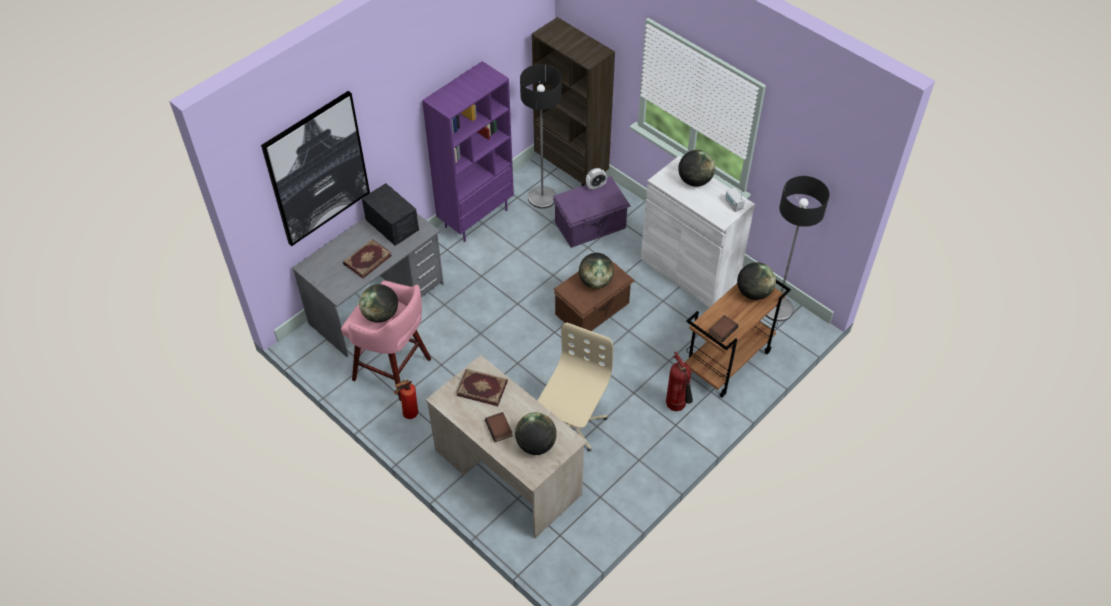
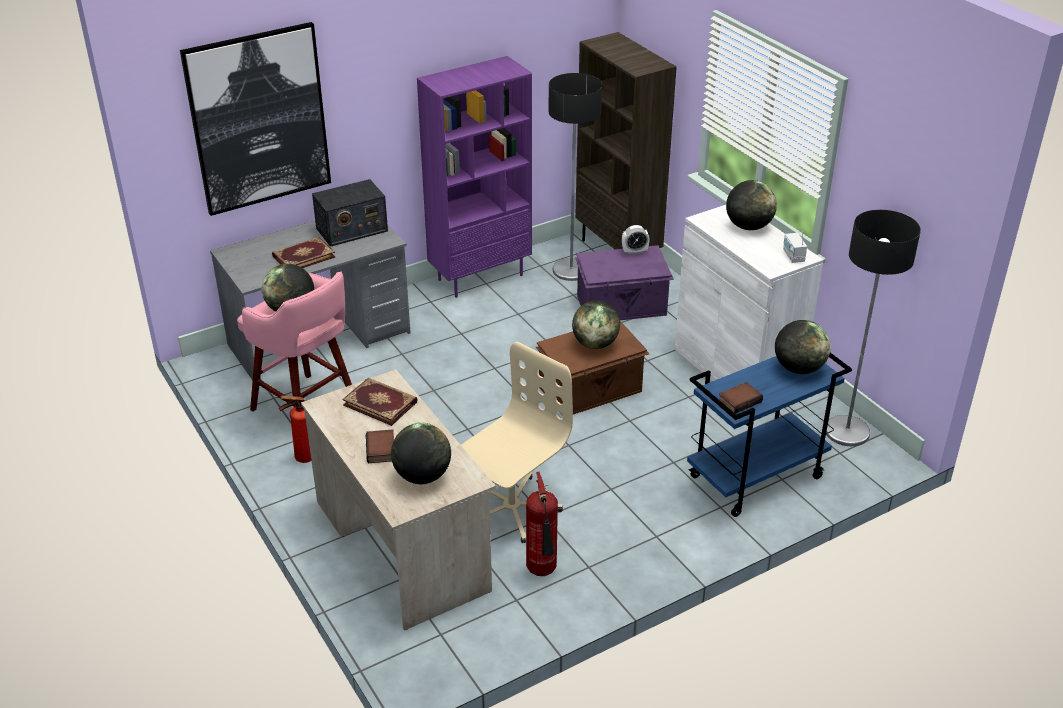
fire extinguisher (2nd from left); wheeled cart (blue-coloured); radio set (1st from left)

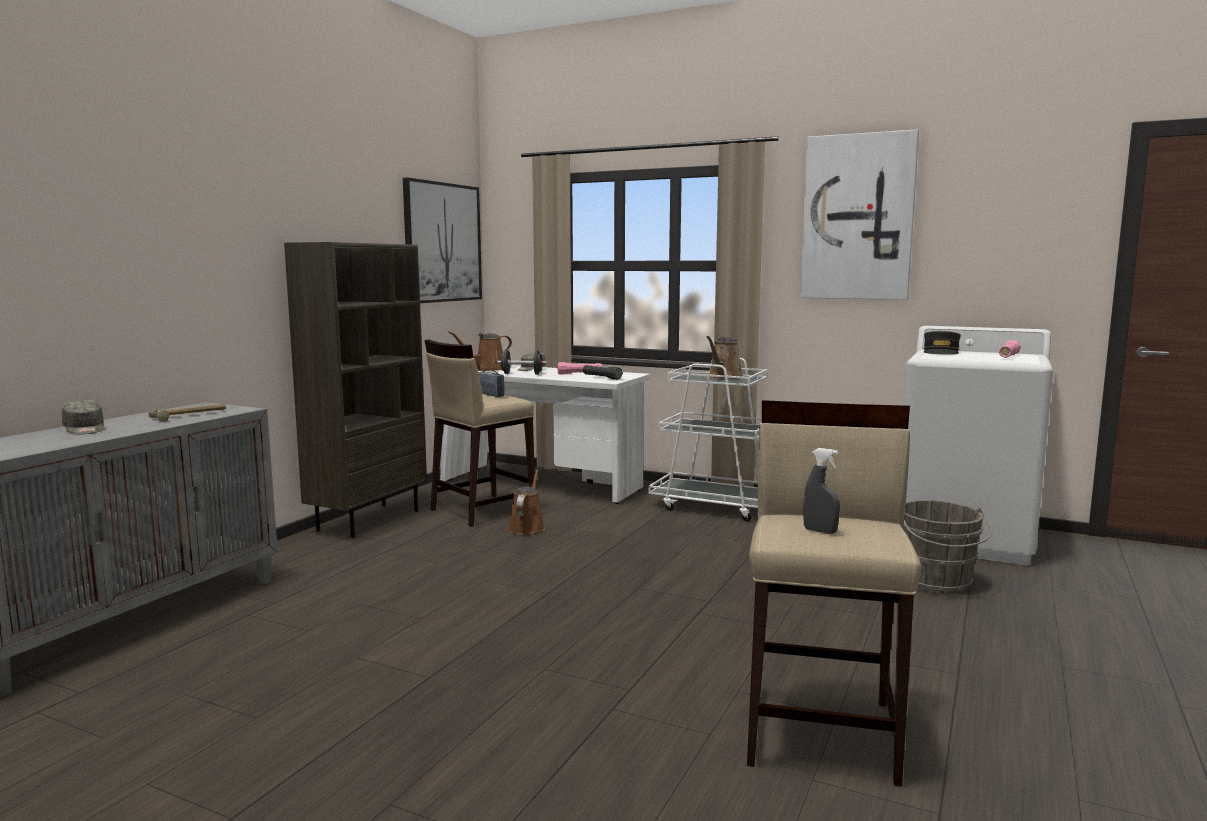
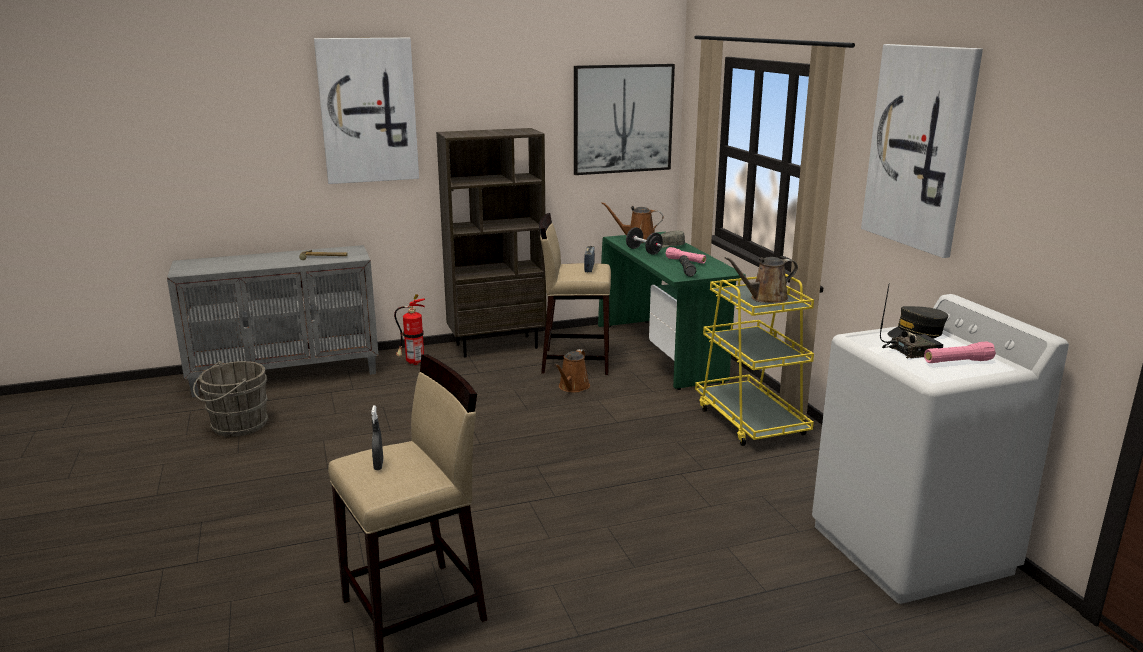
baseball cap (grey) (1st from left in the first image); wall art (1st from left); fire extinguisher; radio set (2nd from left); bucket (grey); desk unit (green-coloured); wheeled cart (yellow); watering pot (brown) (1st from left)

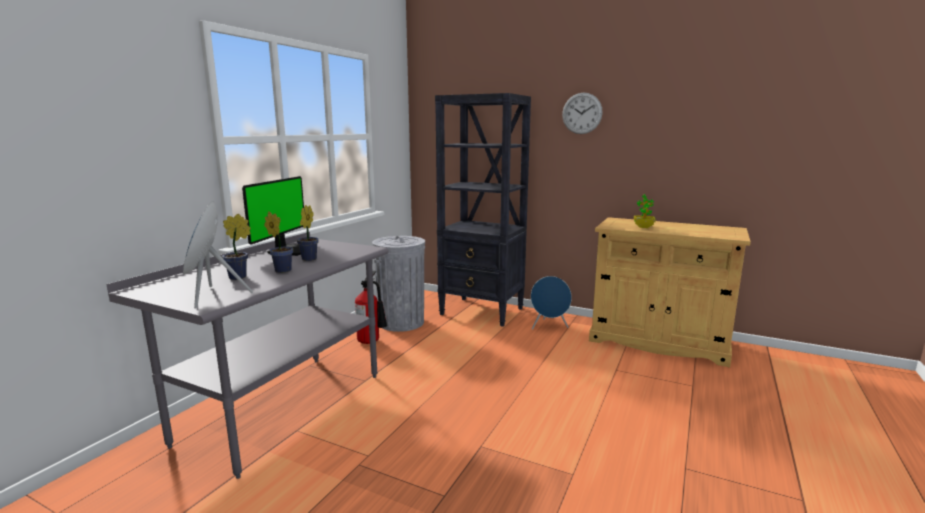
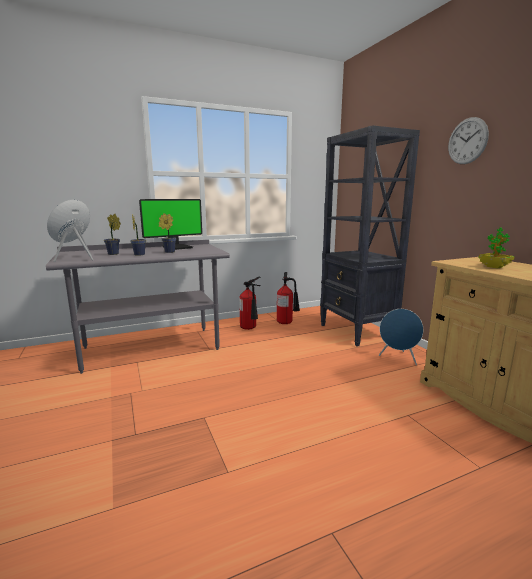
fire extinguisher (2nd from left)

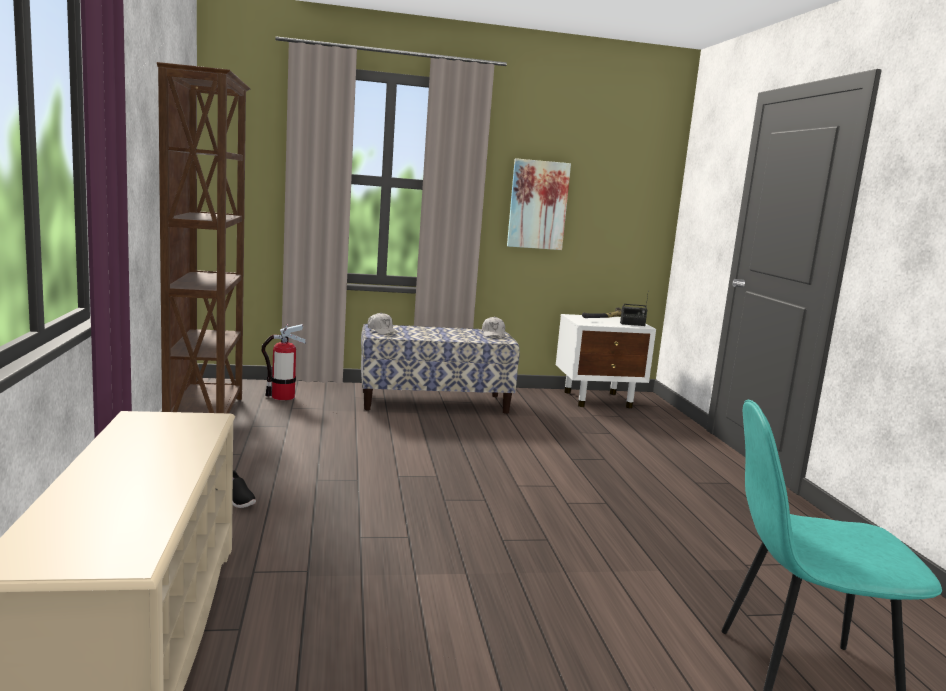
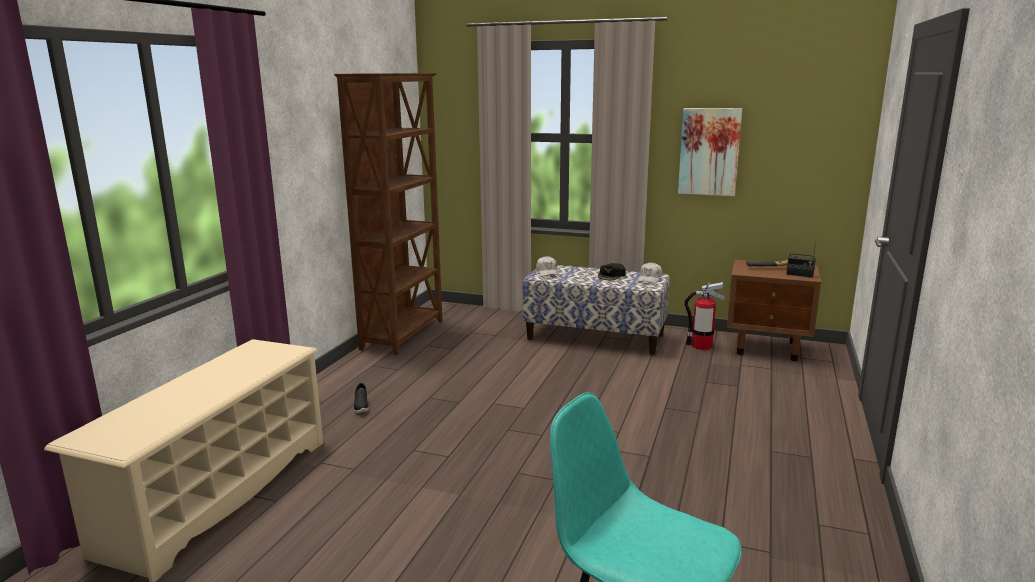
baseball cap (blackish); fire extinguisher; bedside table (brown)

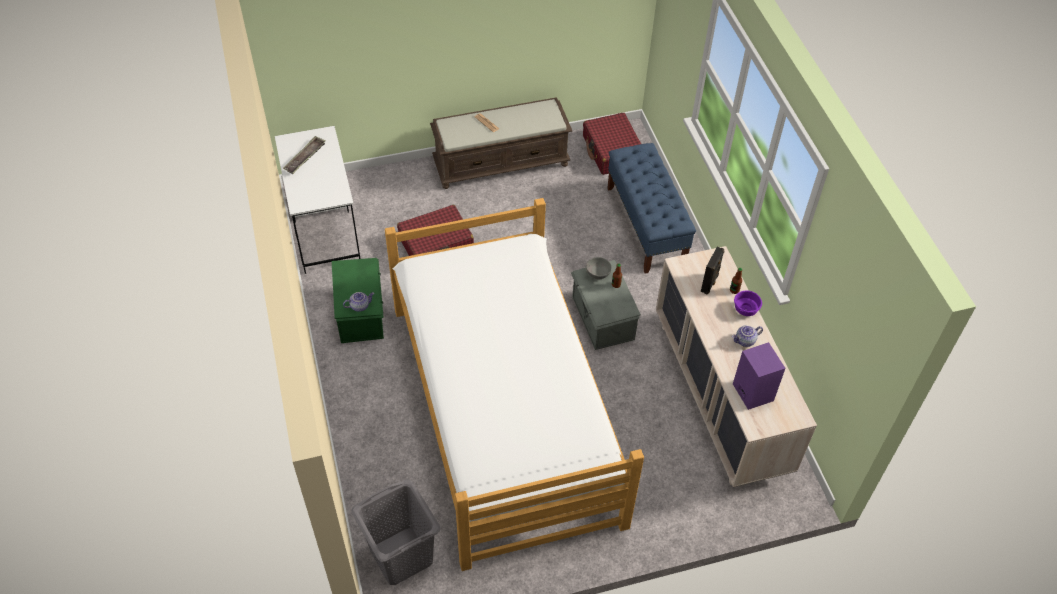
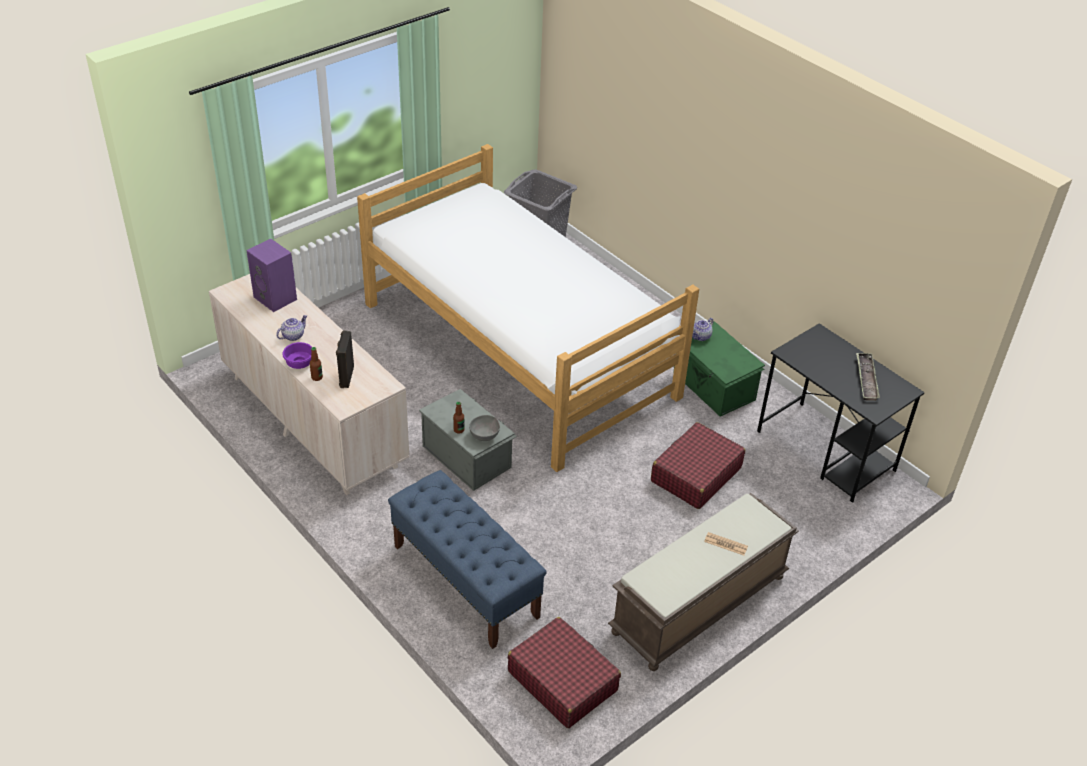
desk unit (blackish)

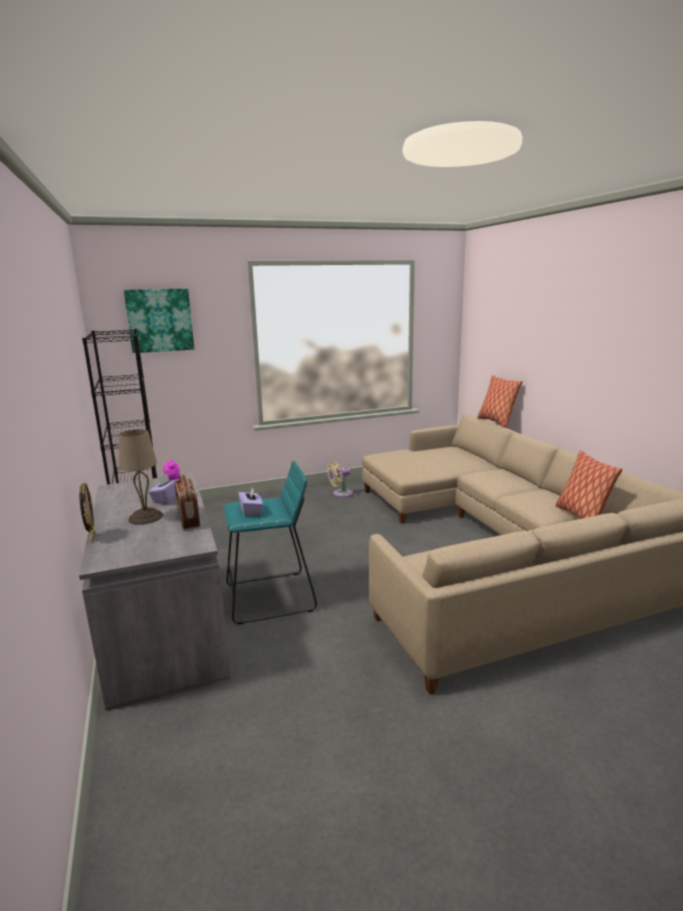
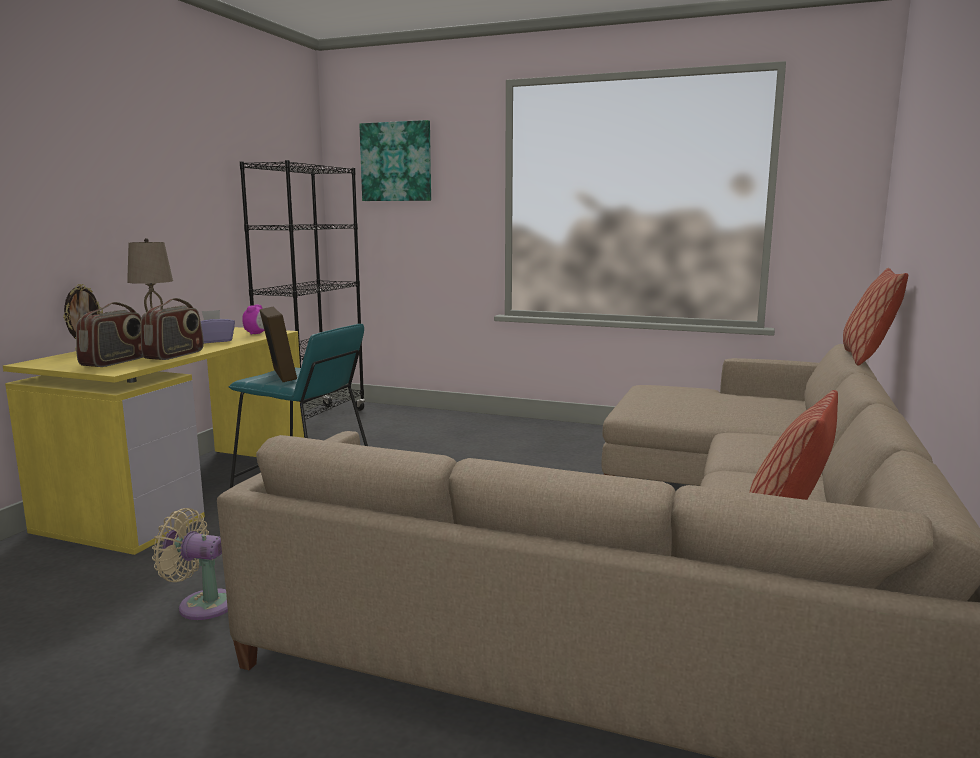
radio set (1st from left); cooling fan (beige-coloured); standing frame (2nd from left); desk unit (yellow)

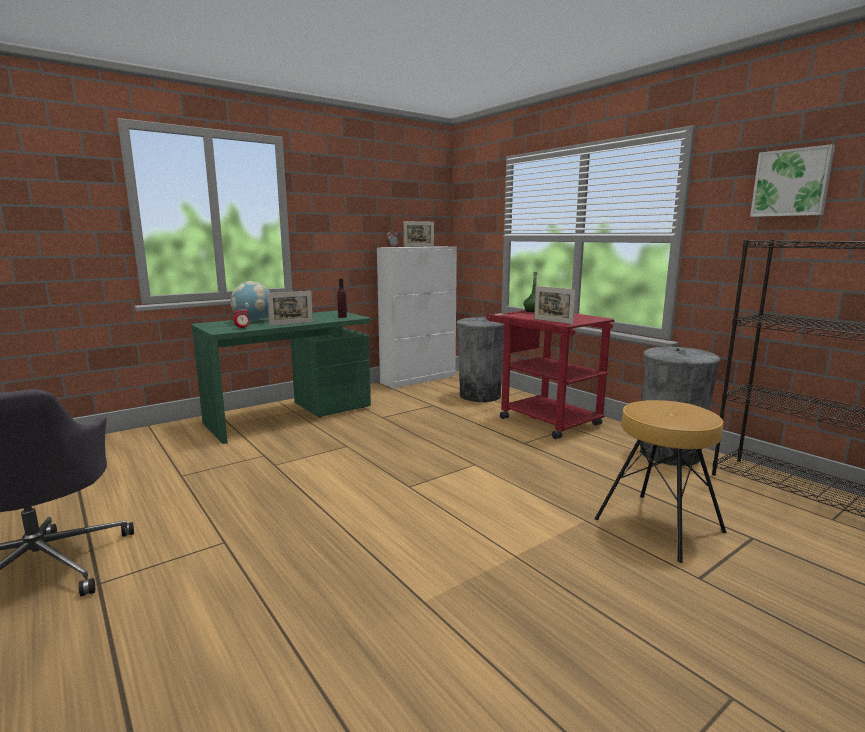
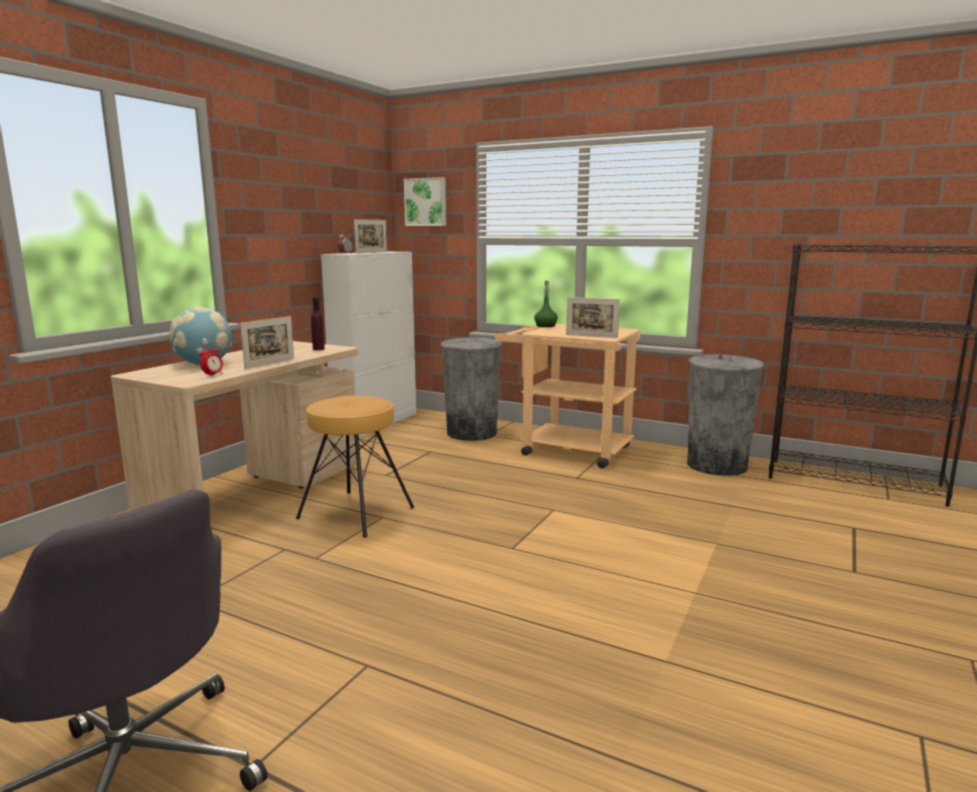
stool seat (brown); wall art; desk unit (beige-coloured); wheeled cart (beige-coloured)

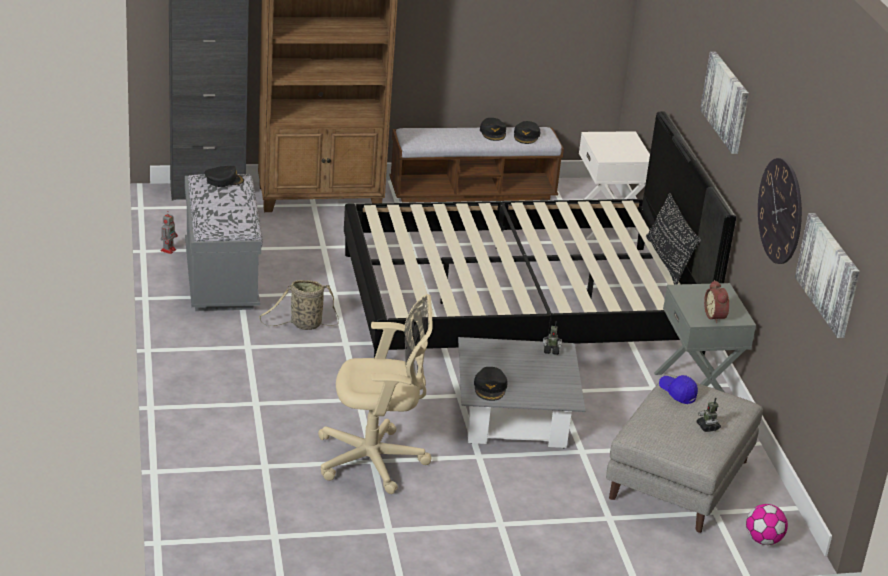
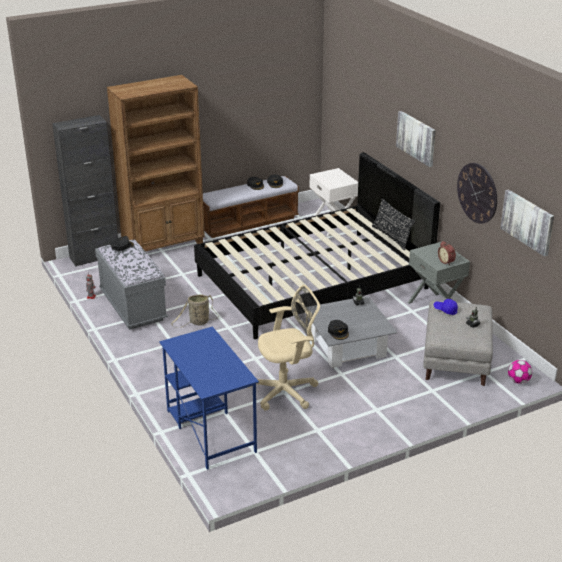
desk unit (blue-coloured)

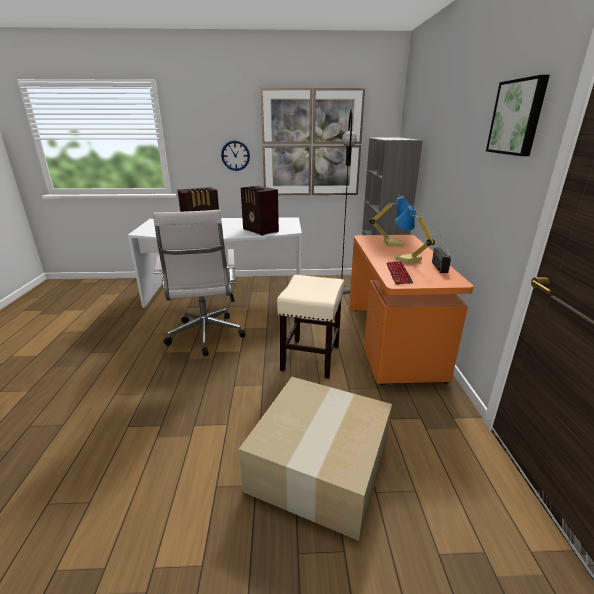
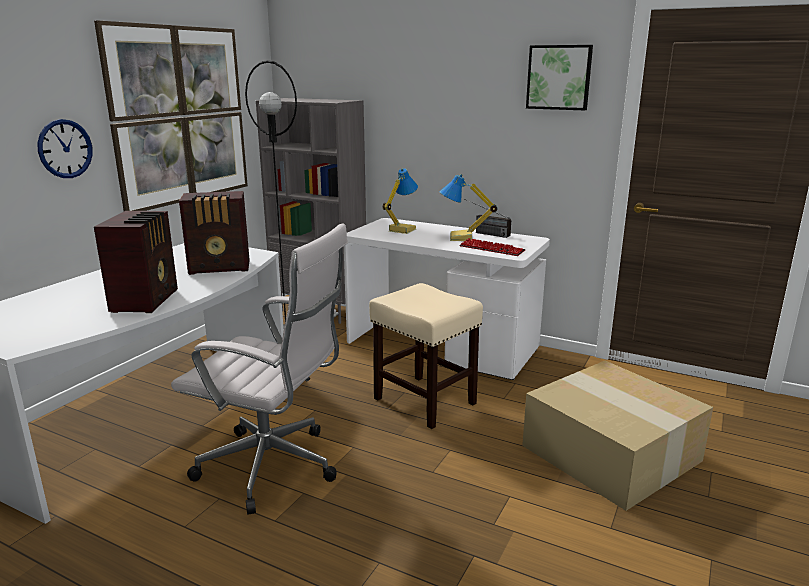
desk unit (whitish) (2nd from left)

